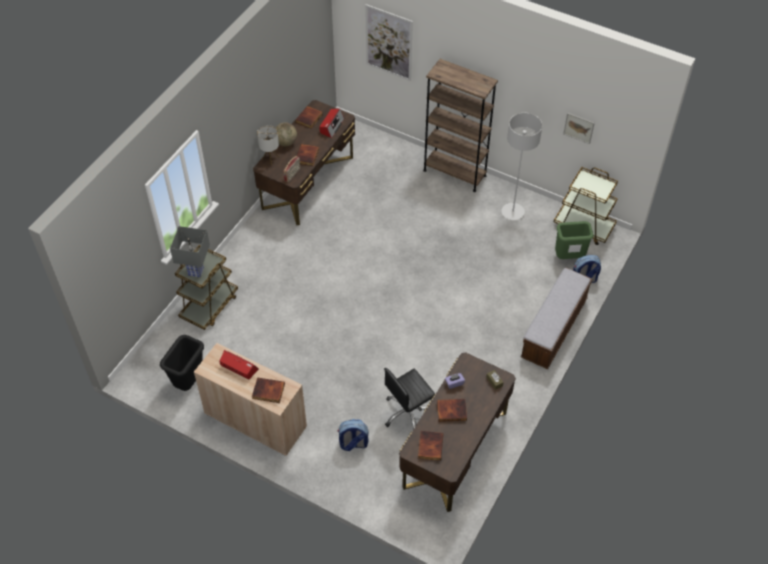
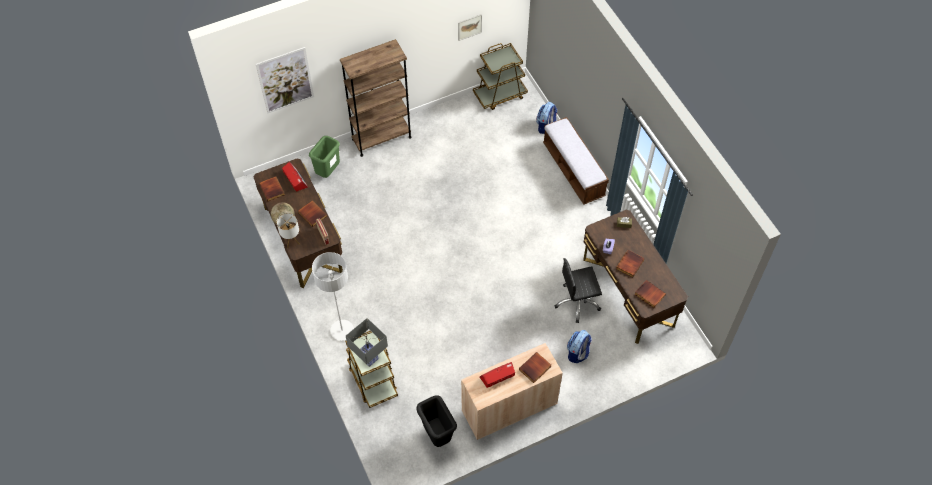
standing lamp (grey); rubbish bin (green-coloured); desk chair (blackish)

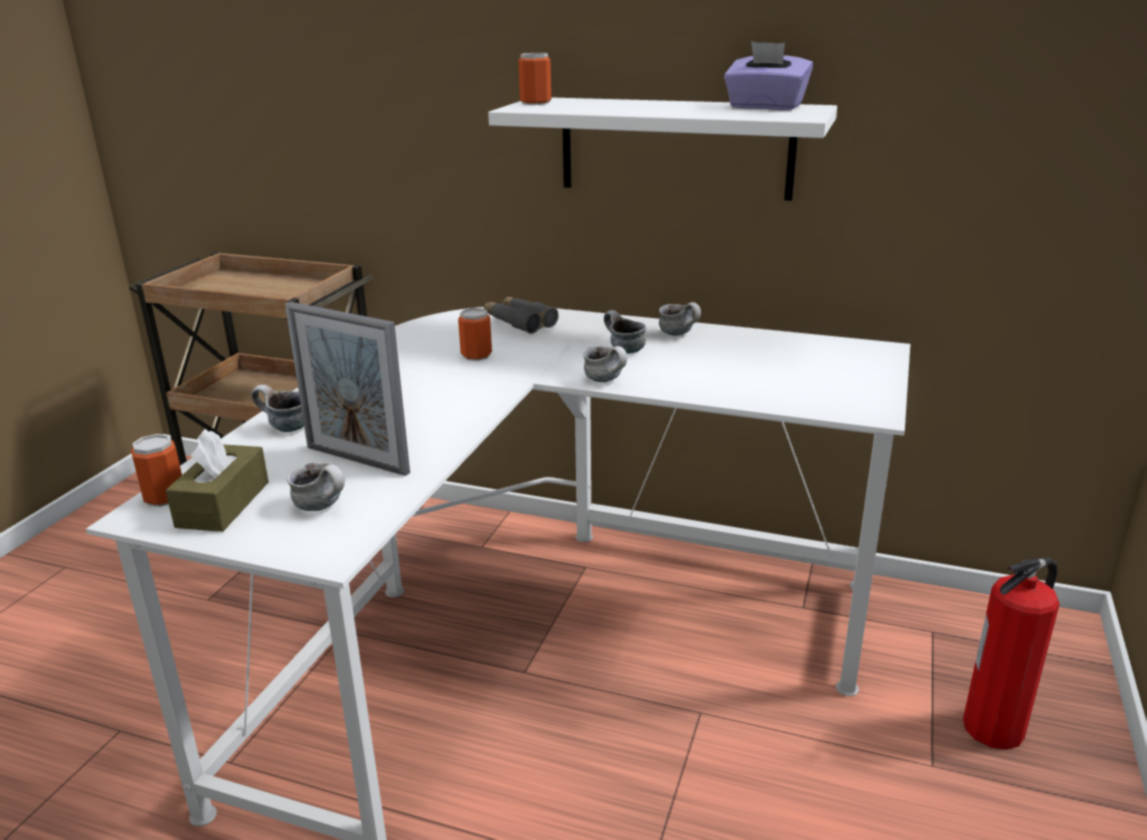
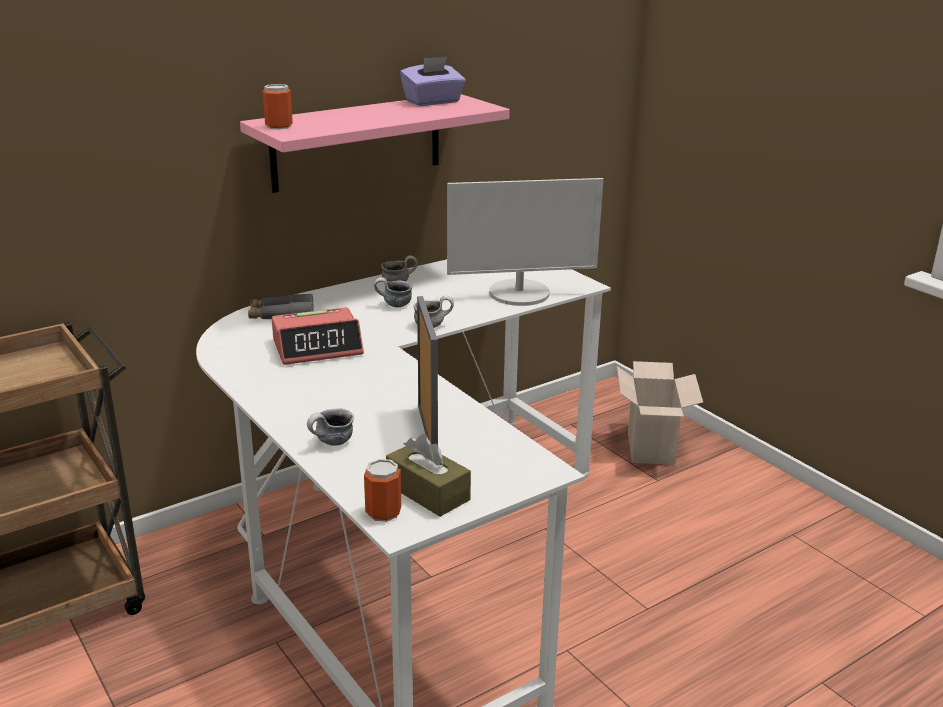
mug (2nd from left in the first image); computer screen; alarm clock; cardboard box; bracket shelf (pink-coloured); standing frame

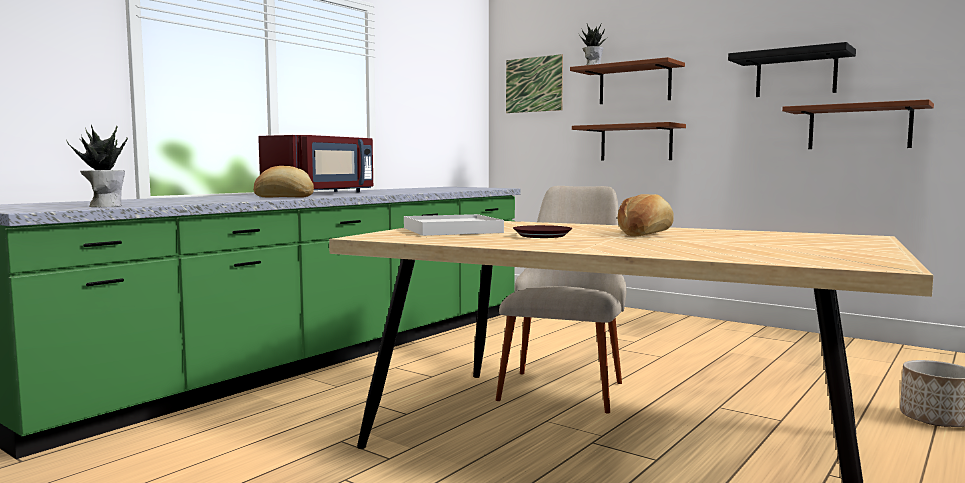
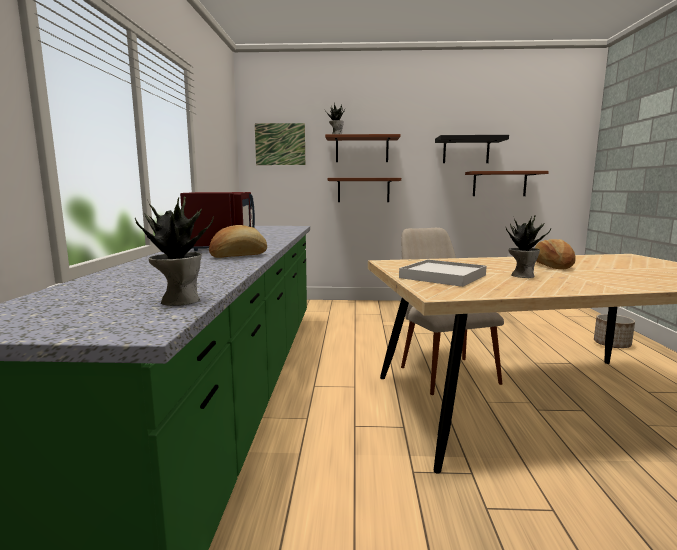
plant in a pot (3rd from left)

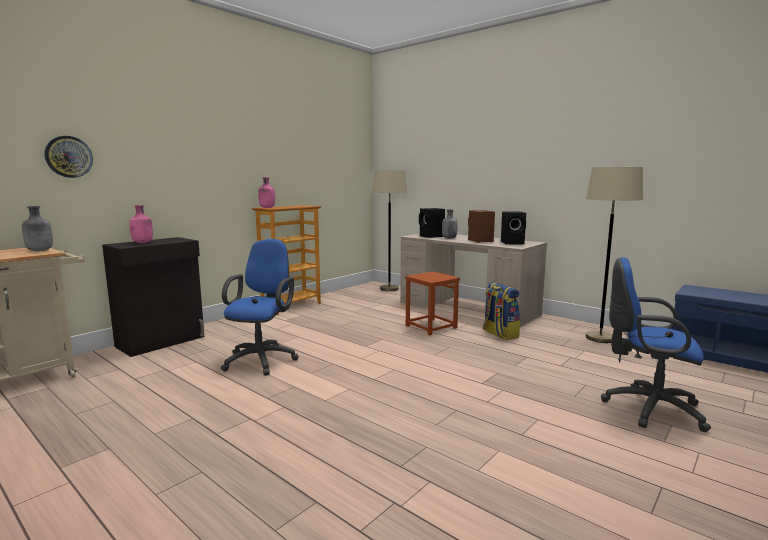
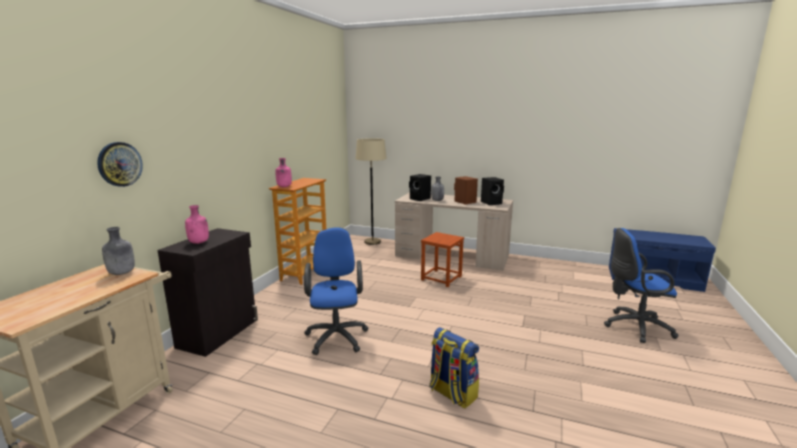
standing lamp (beige-coloured) (2nd from left in the first image); rucksack

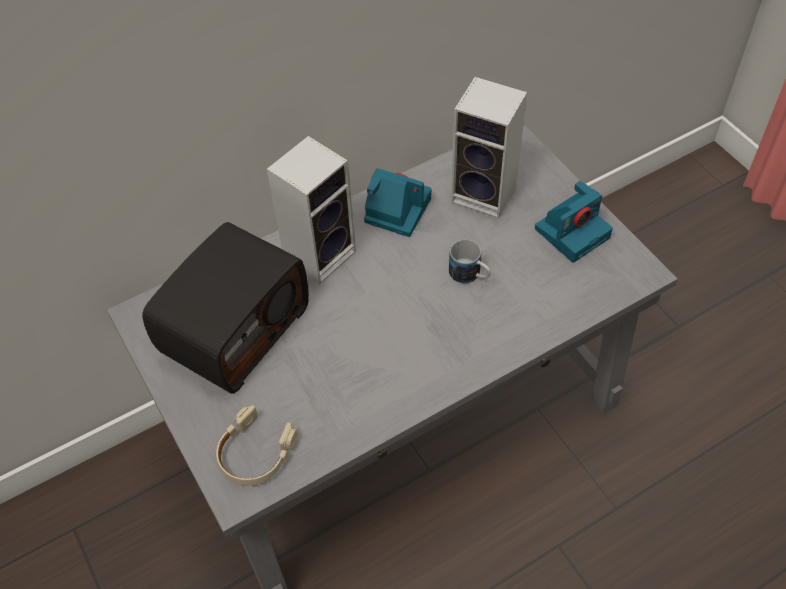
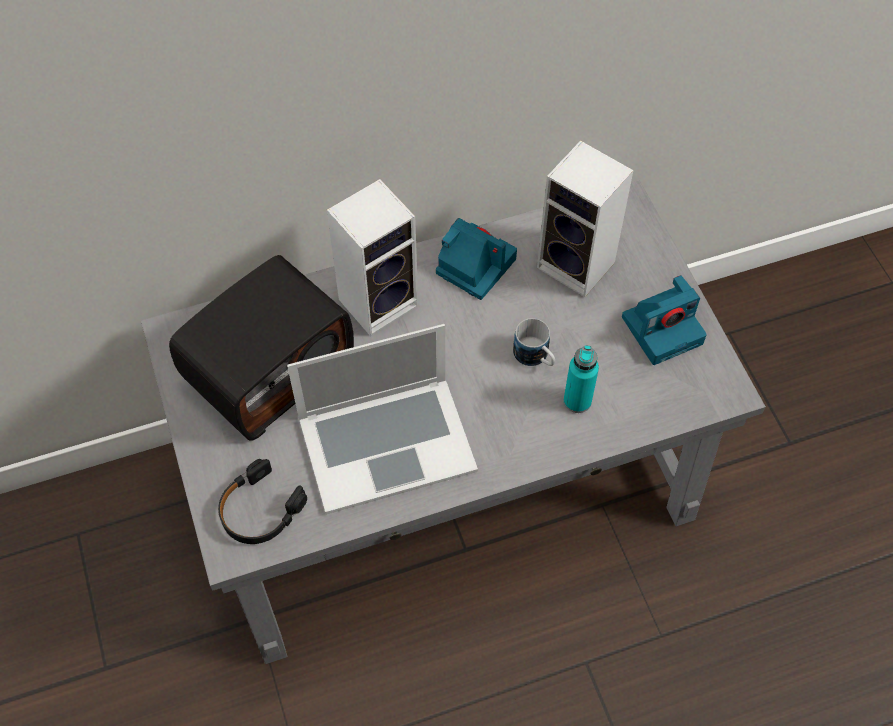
notebook computer; drink bottle (blue-green); pair of headphones (blackish)

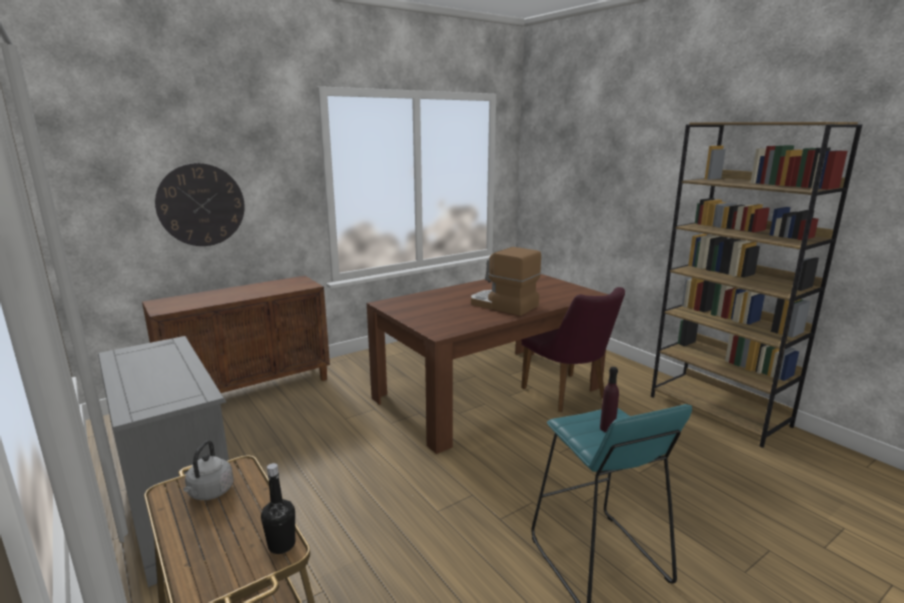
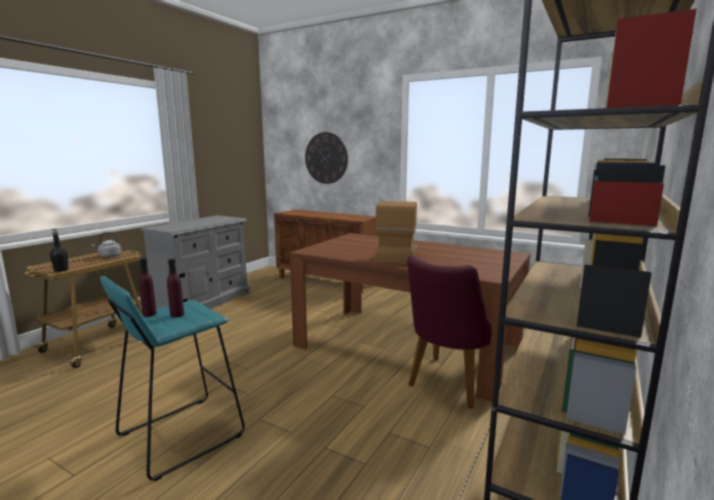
drink bottle (purple) (1st from left)

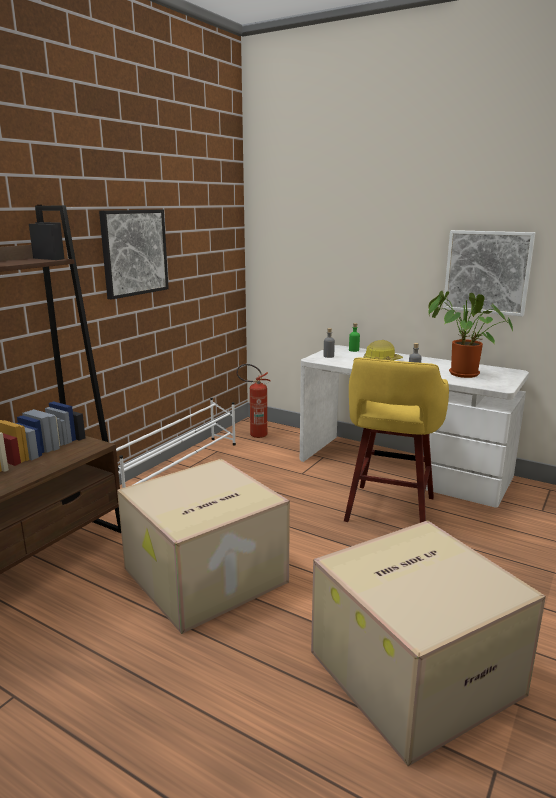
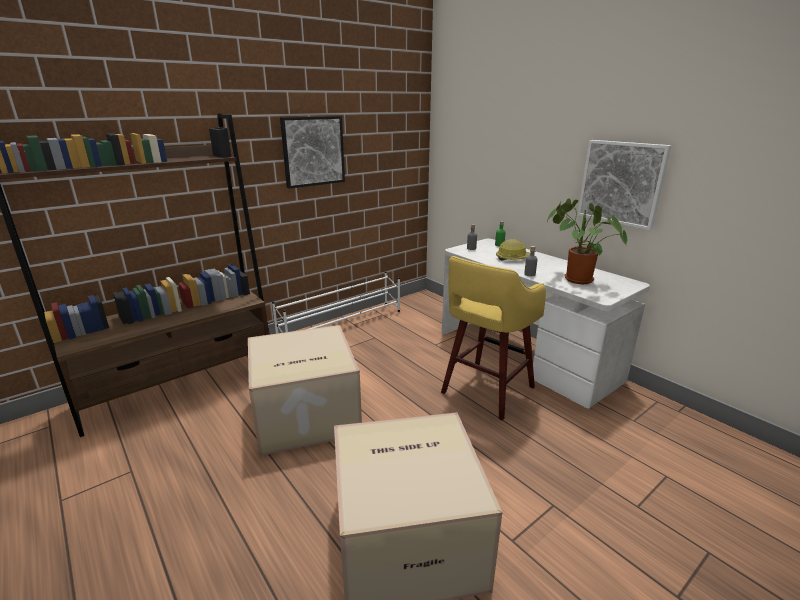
fire extinguisher

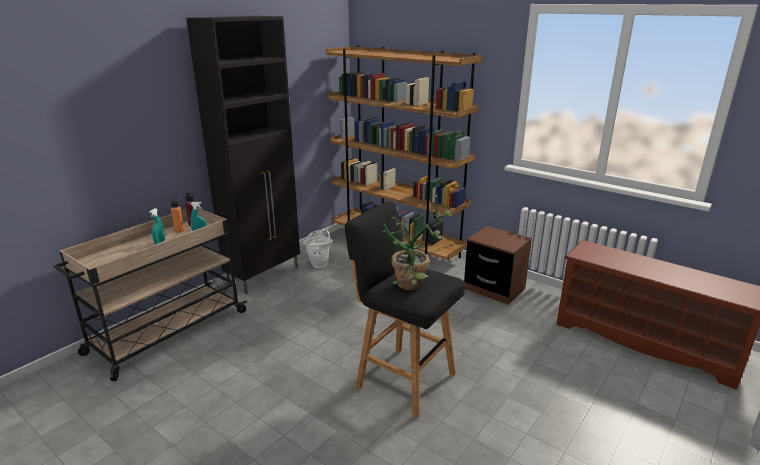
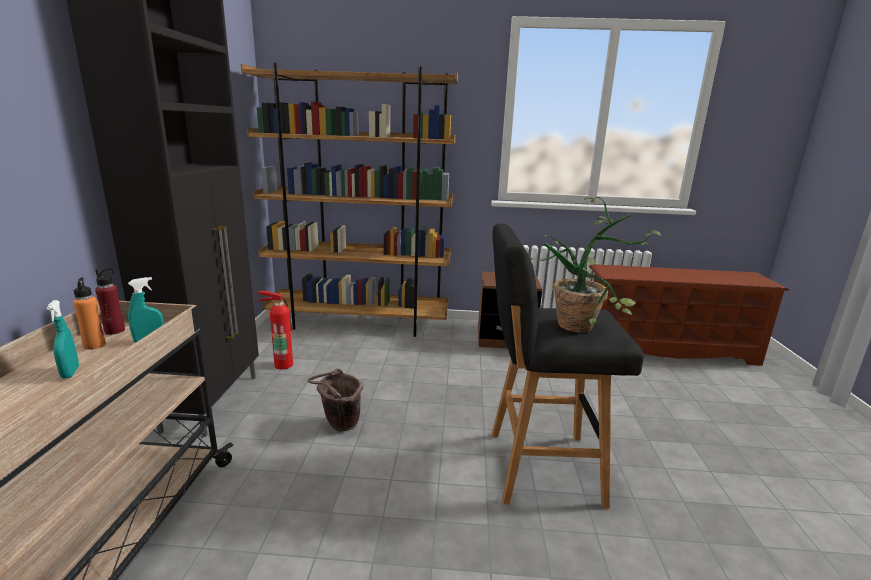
bucket (brown); fire extinguisher

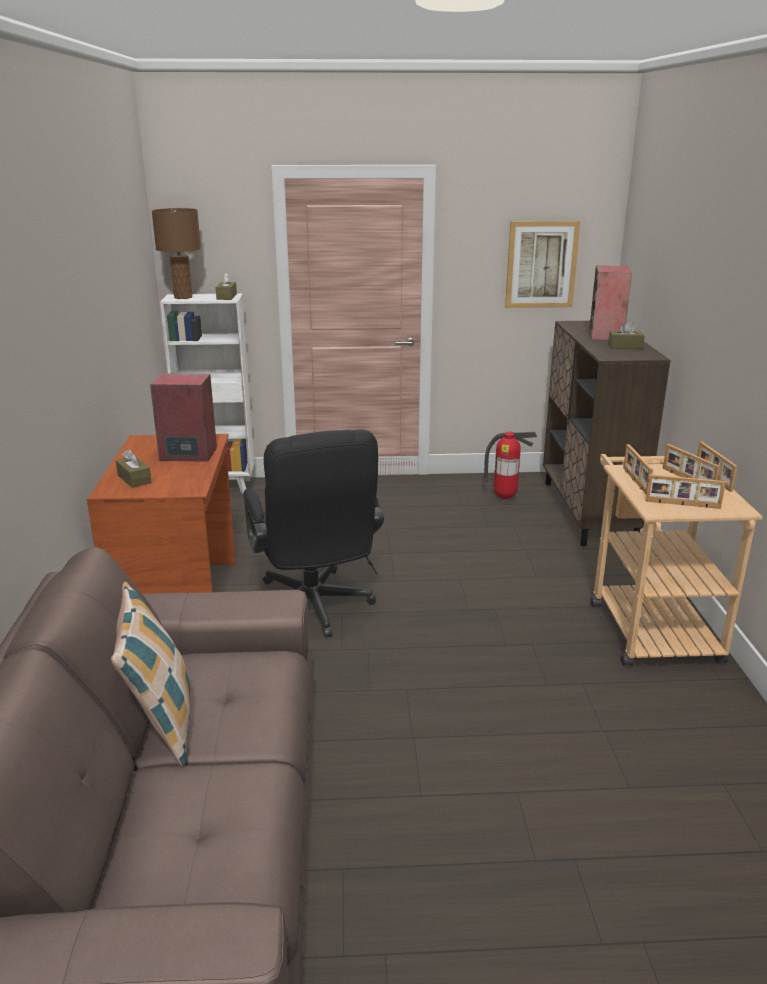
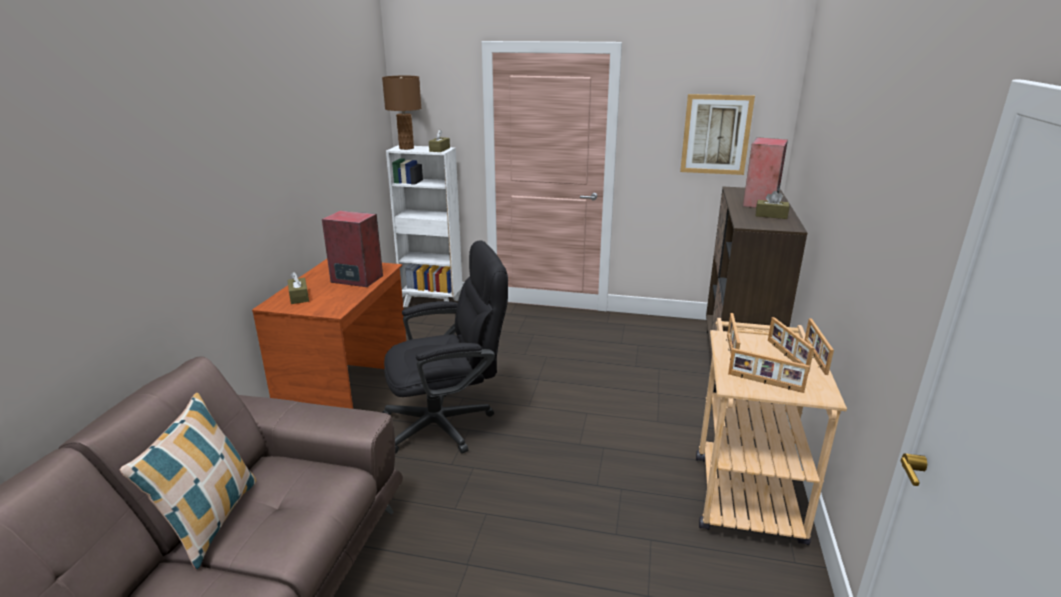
fire extinguisher; desk chair (blackish)

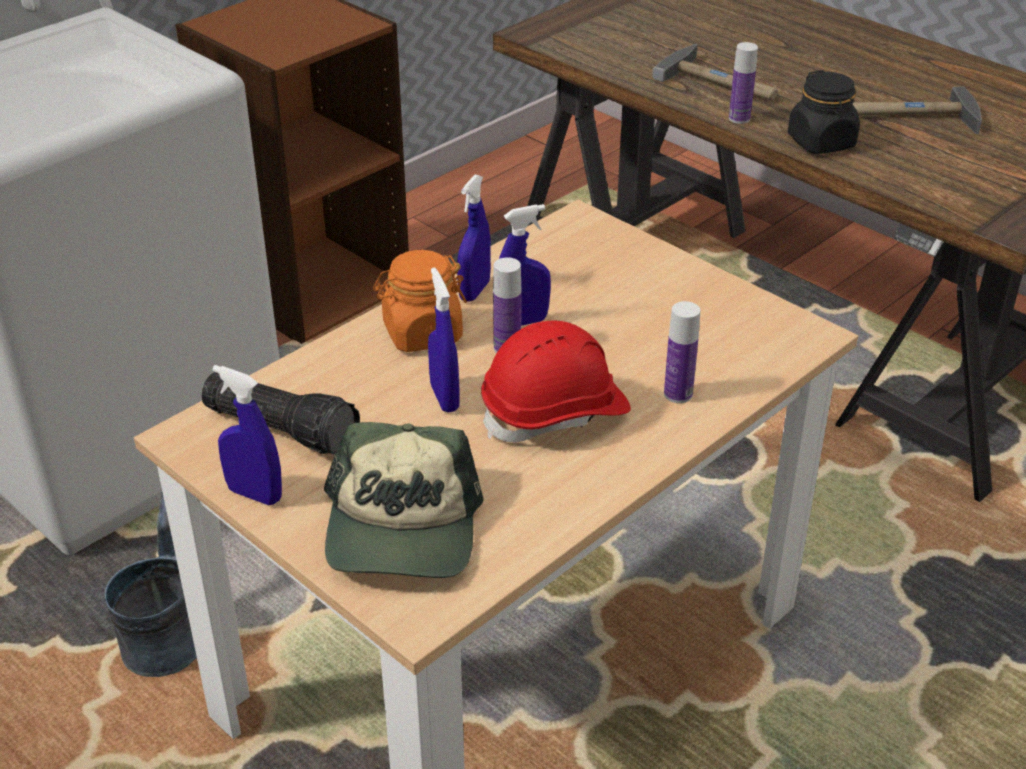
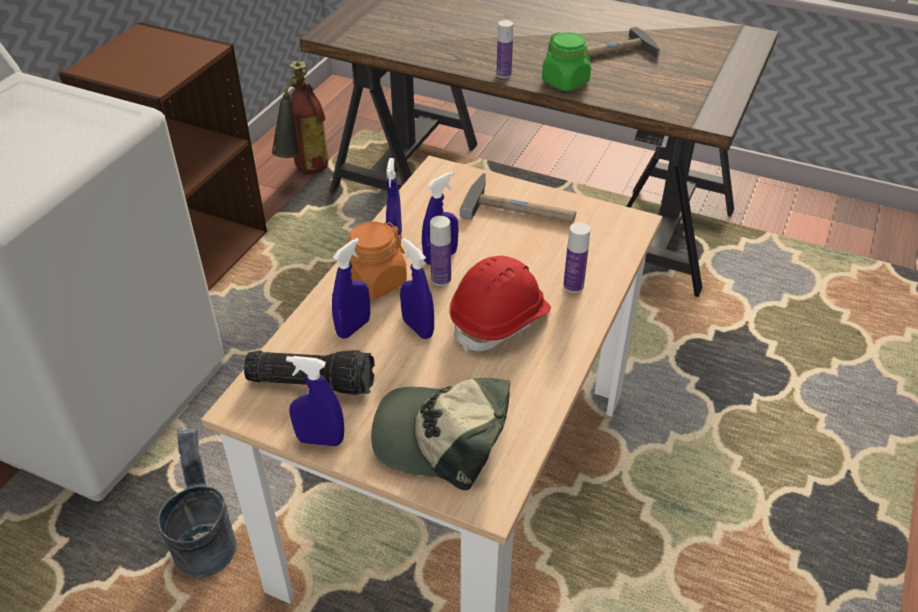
fire extinguisher; spray bottle (blue-coloured) (2nd from left); hammer (1st from left); storage jar (green-coloured); baseball cap

